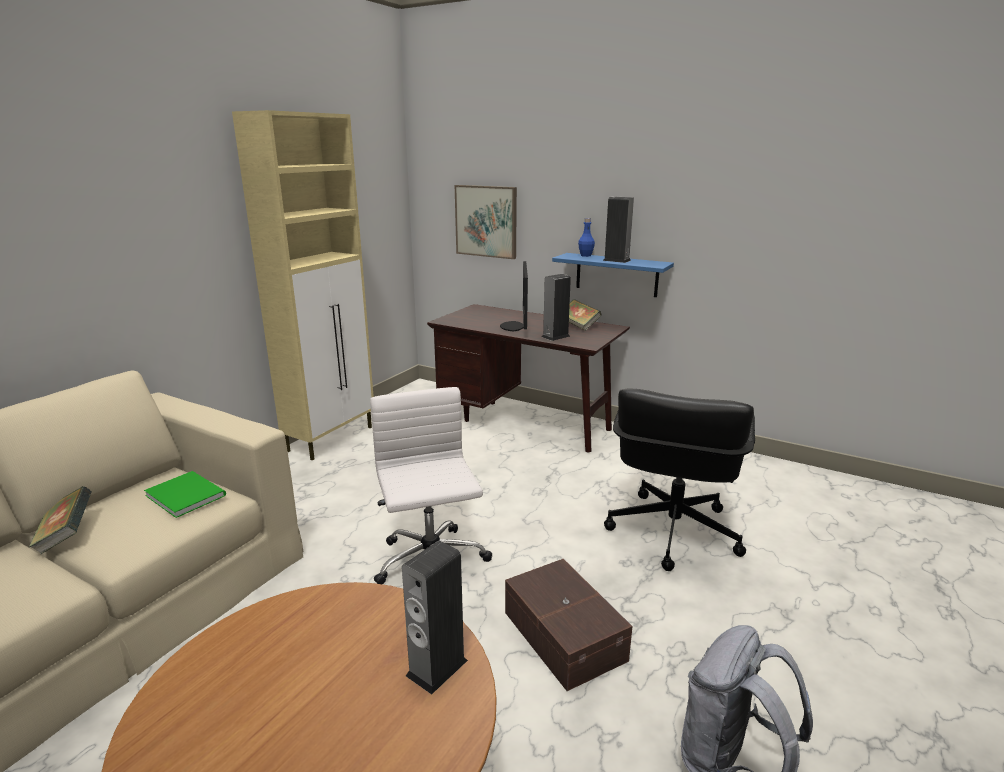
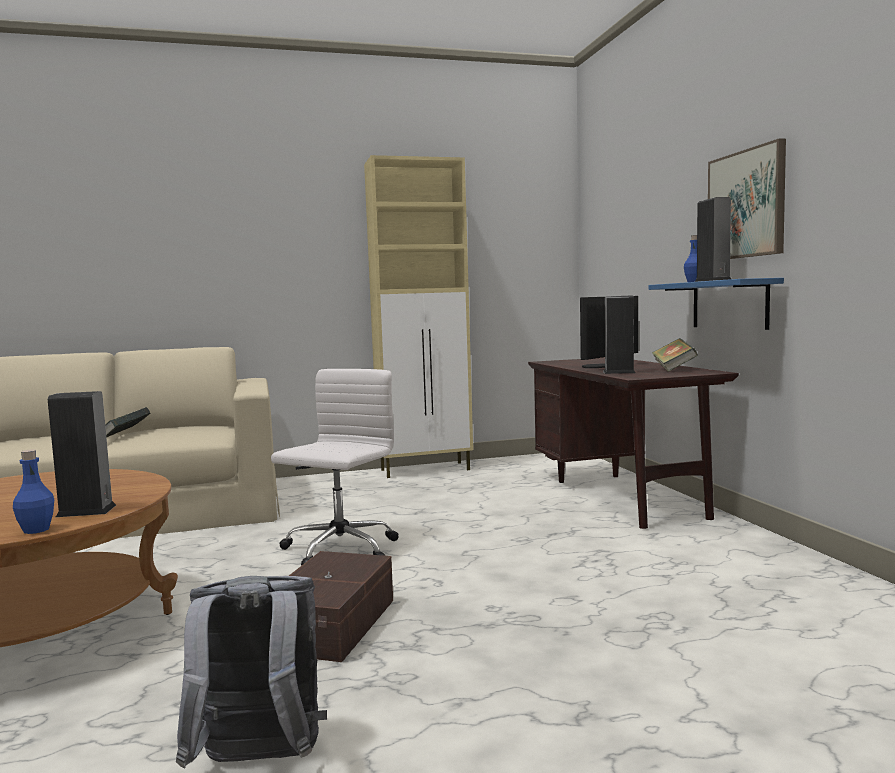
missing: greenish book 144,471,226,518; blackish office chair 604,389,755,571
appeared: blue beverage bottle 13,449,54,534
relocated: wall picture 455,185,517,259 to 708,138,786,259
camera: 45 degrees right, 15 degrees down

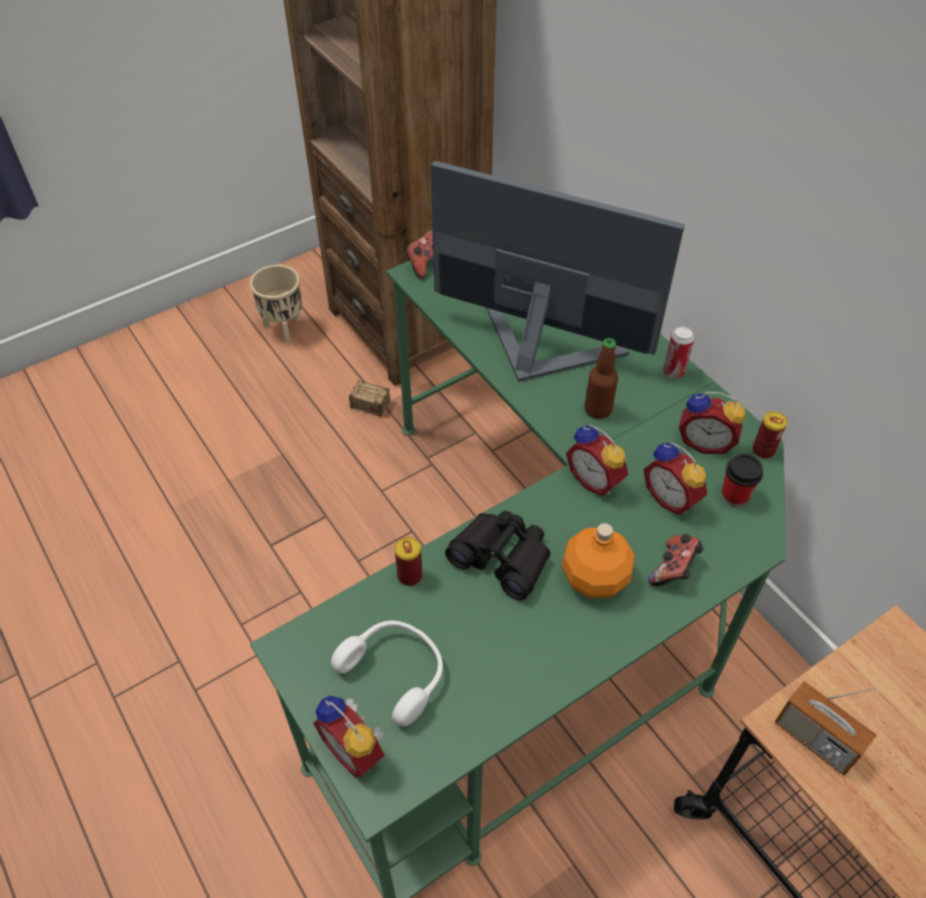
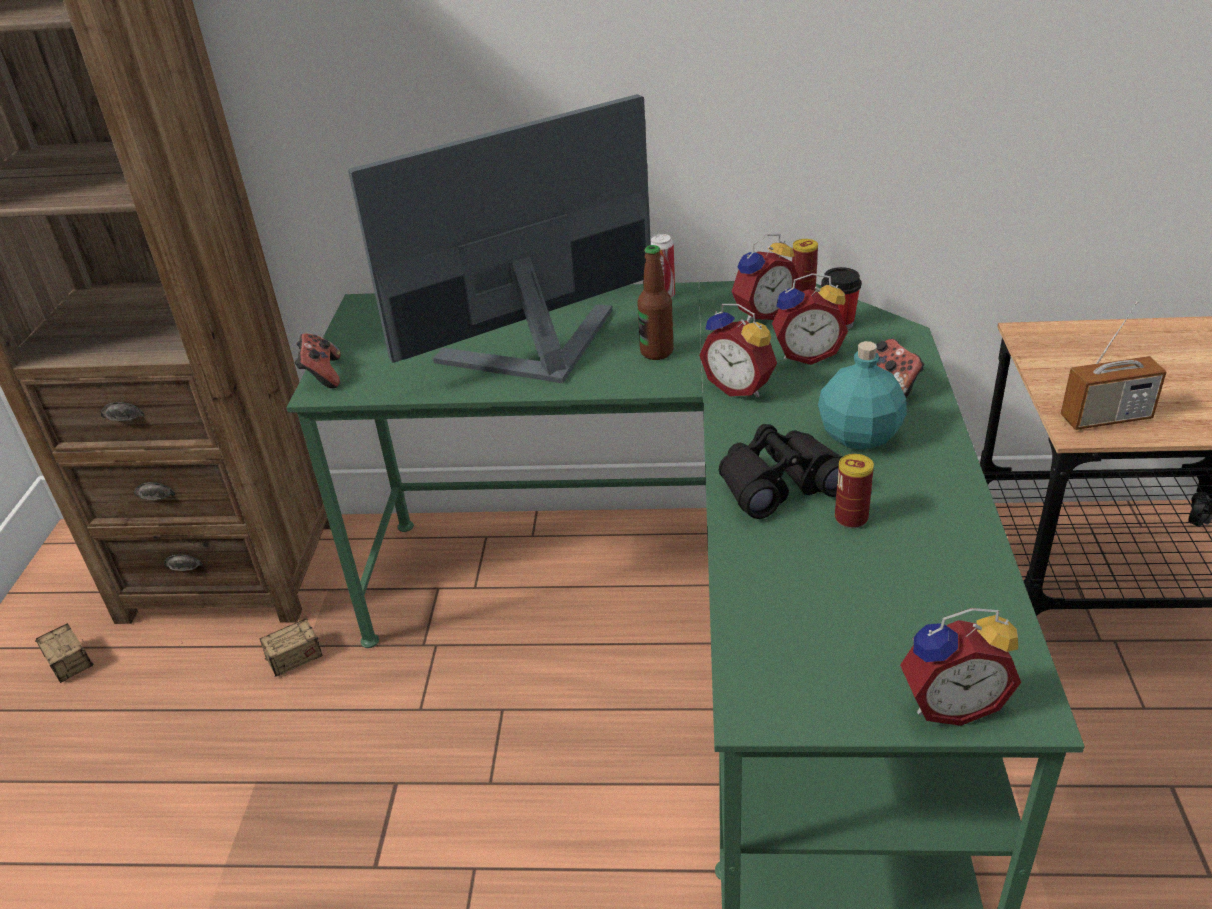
missing: whitish headset 331,621,443,727
relocated: metal can 395,537,422,586 to 835,454,874,528
exchanged: beige-coloured flower pot 250,265,302,343 to storage box 35,623,94,683
colour: orange-coloured beverage bottle 562,523,635,598 to blue-green beverage bottle 818,341,907,450
spun: table clock 566,424,628,496 = 699,304,777,397 45 degrees clockwise
camera: 50 degrees left, 15 degrees down

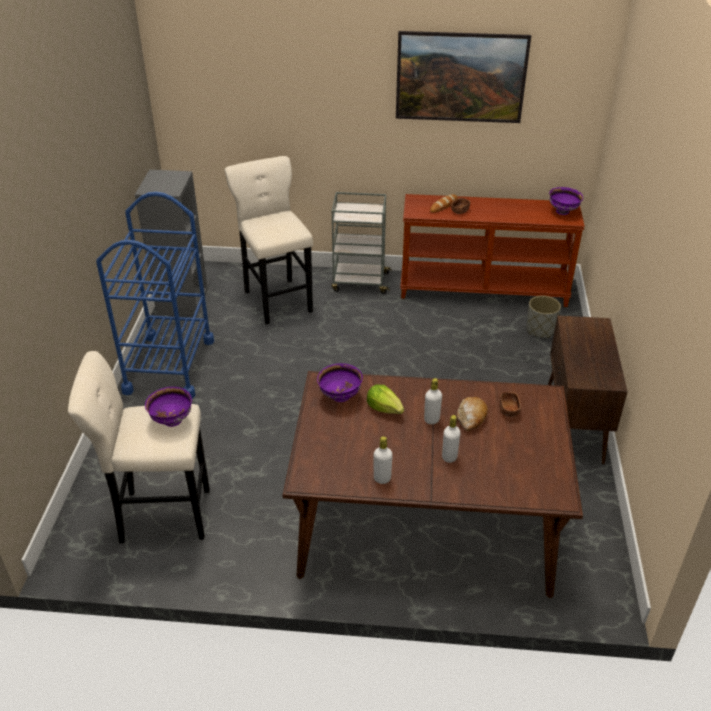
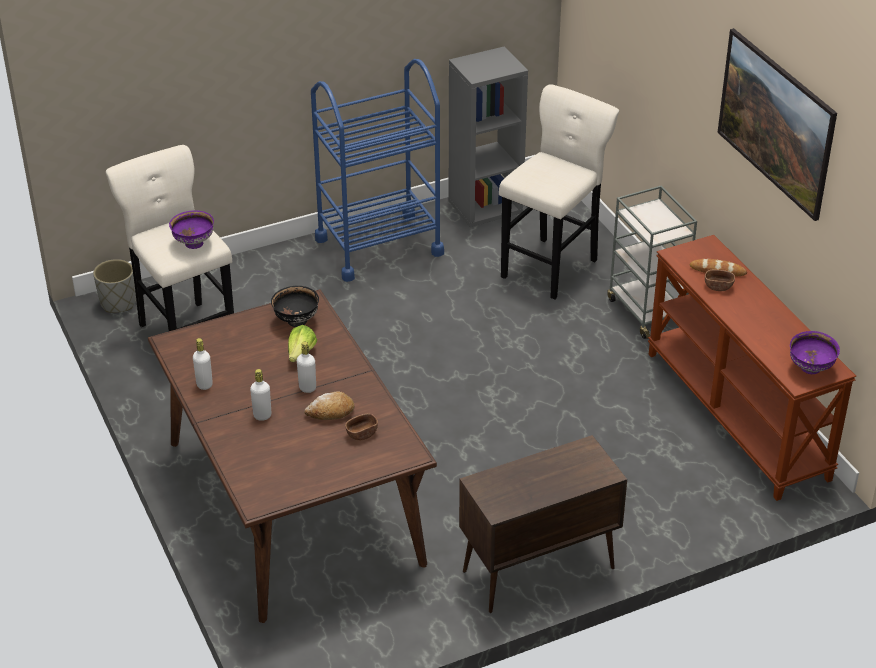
relocated: gray flower pot 527,296,561,338 to 93,259,136,313
colour: purple deep dish 317,363,363,402 to blackish deep dish 271,286,319,327
camera: 60 degrees right, 0 degrees up

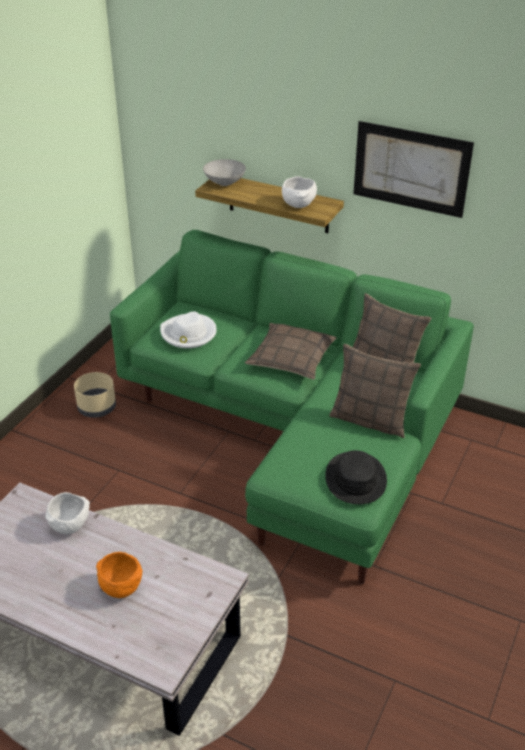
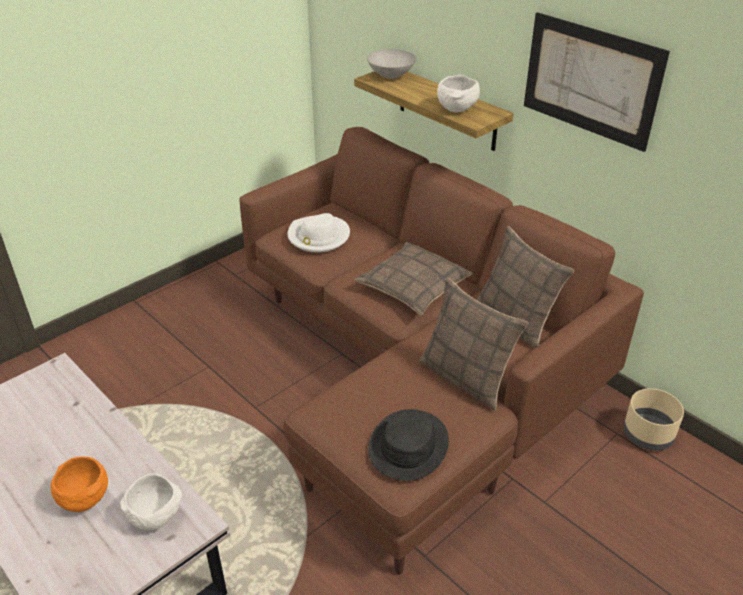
relocated: whitish deep dish 45,492,90,534 to 120,474,182,530; beige-coloured flower pot 74,372,116,418 to 624,388,684,450
colour: greenish settee 110,230,474,584 to brown-coloured settee 239,127,644,575
camera: 20 degrees right, 0 degrees up

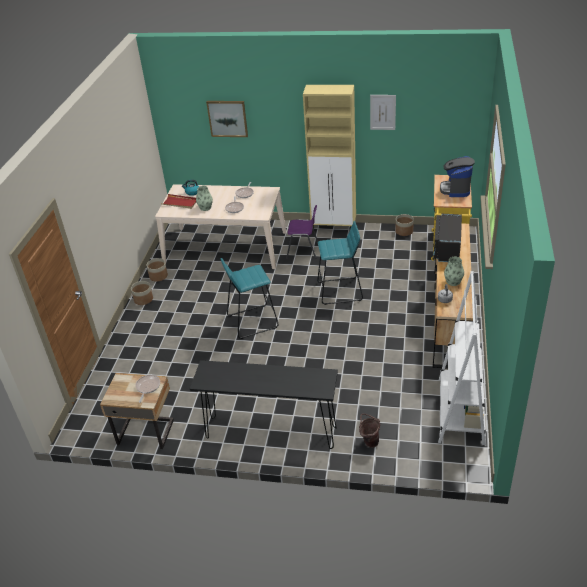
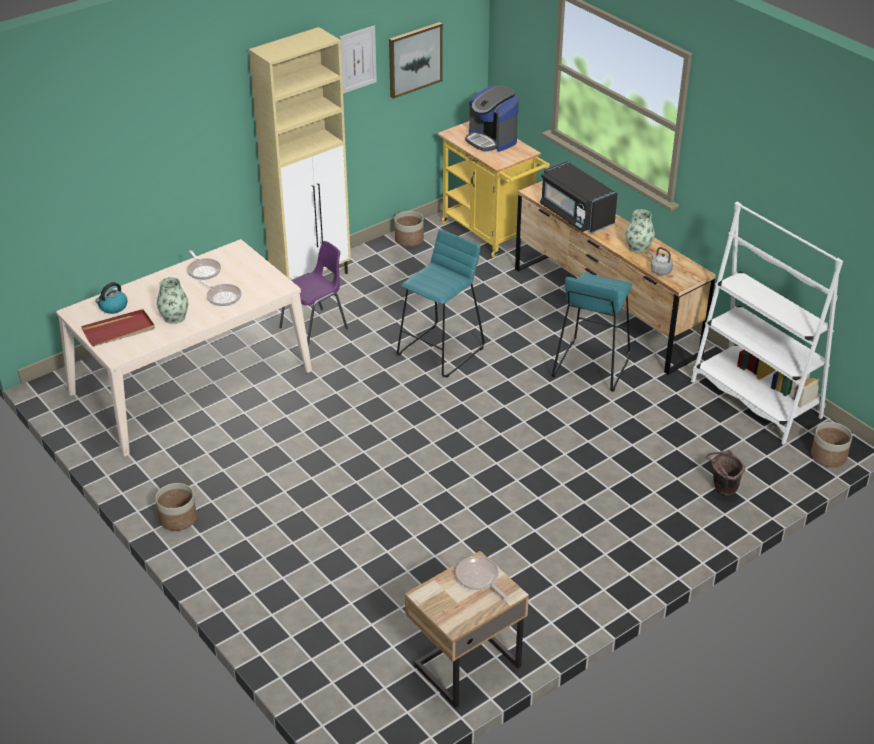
missing: blackish console table 190,360,338,449
relocated: flower pot 146,258,168,281 to 811,422,852,467; wall picture 206,101,248,137 to 389,22,443,99; blue-green stool seat 221,258,279,339 to 552,272,632,392
camera: 50 degrees left, 0 degrees up

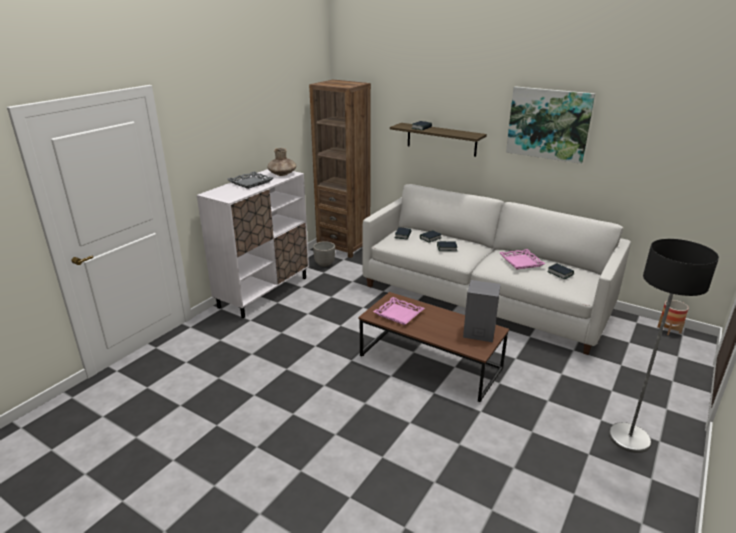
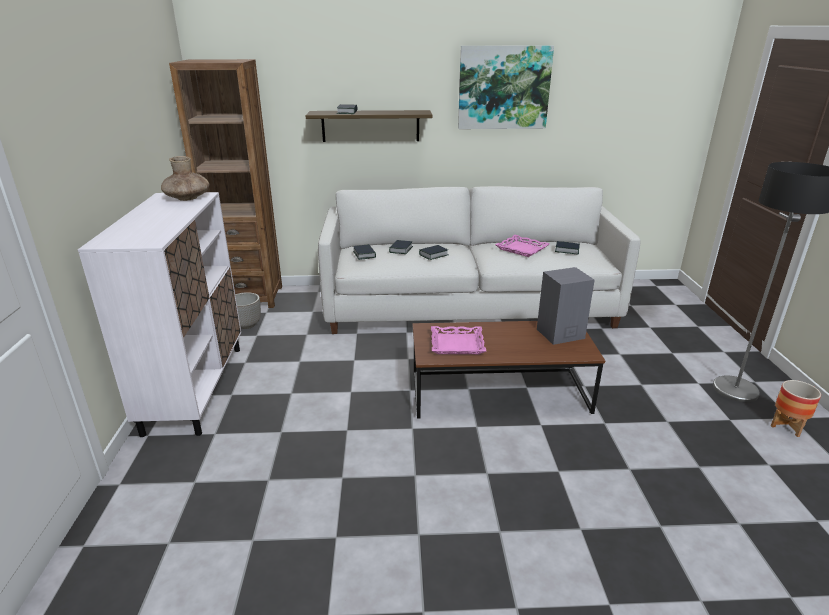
missing: gray carrying tray 227,171,273,189
relocated: flower pot 658,300,689,335 to 771,380,821,437
camera: 35 degrees left, 0 degrees up

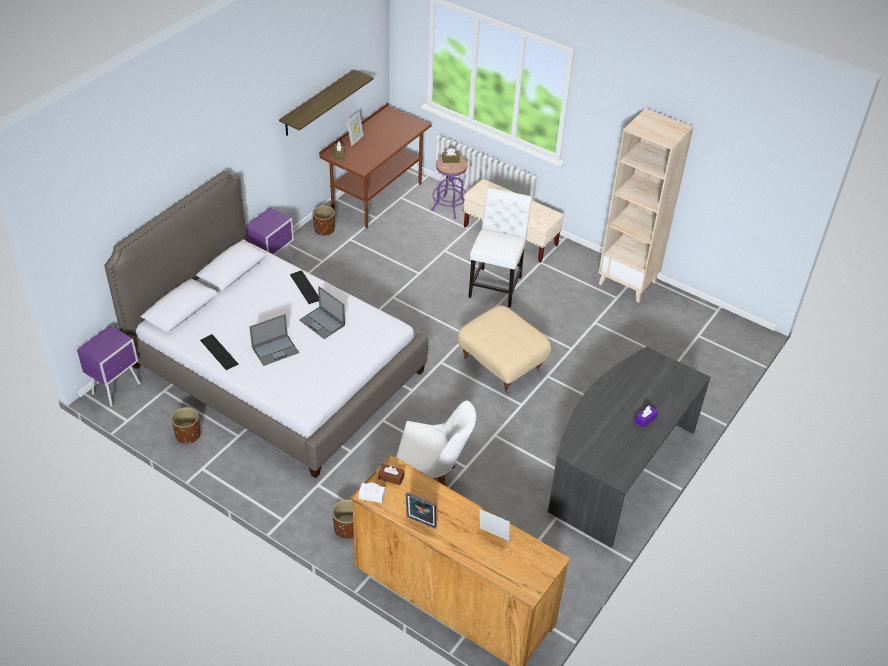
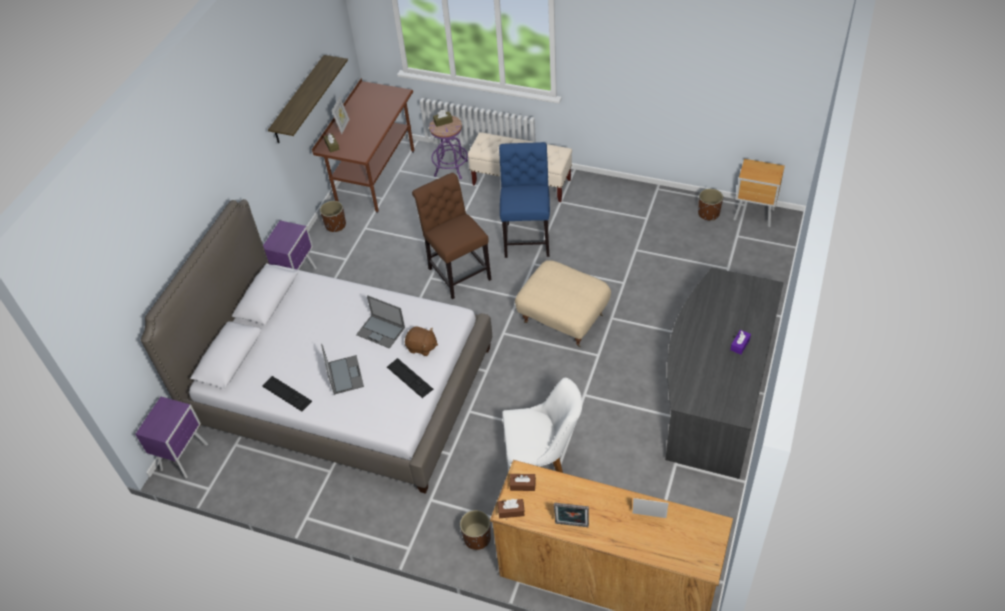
missing: beige-coloured bookcase 598,108,694,303
appeared: brown-coloured plush toy 405,326,438,356; brown-coloured plain chair 412,173,491,299; brown-coloured bedside table 733,159,785,227
relocated: brown-coloured flower pot 171,407,201,444 to 698,188,723,221; keyboard 290,270,319,304 to 387,358,433,398
colour: whitish box of tissues 359,483,385,503 to brown-coloured box of tissues 498,499,525,518; whitish plain chair 468,188,532,307 to blue plain chair 499,142,550,258
spun: notebook computer 249,314,299,366 = 321,344,364,395 60 degrees counterclockwise
camera: 10 degrees left, 5 degrees up

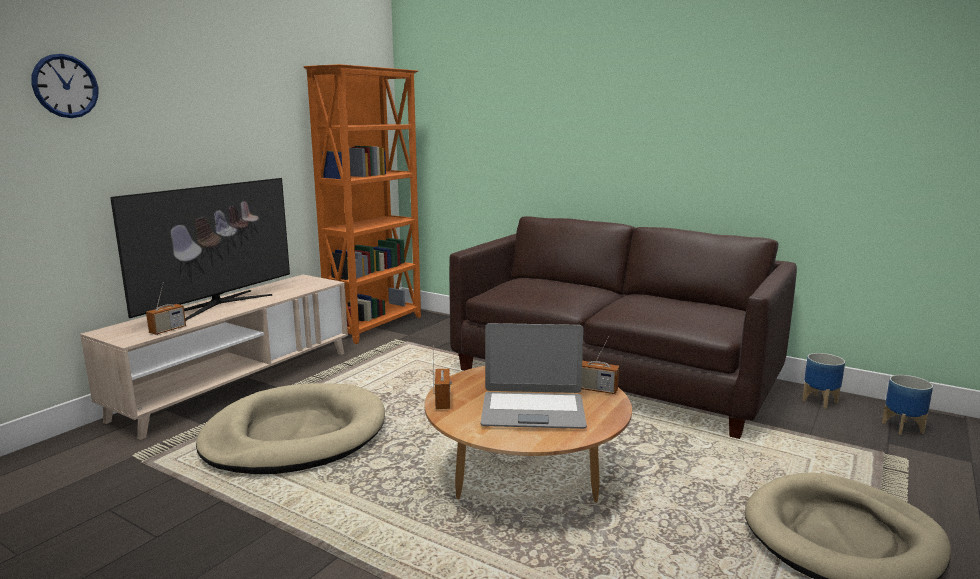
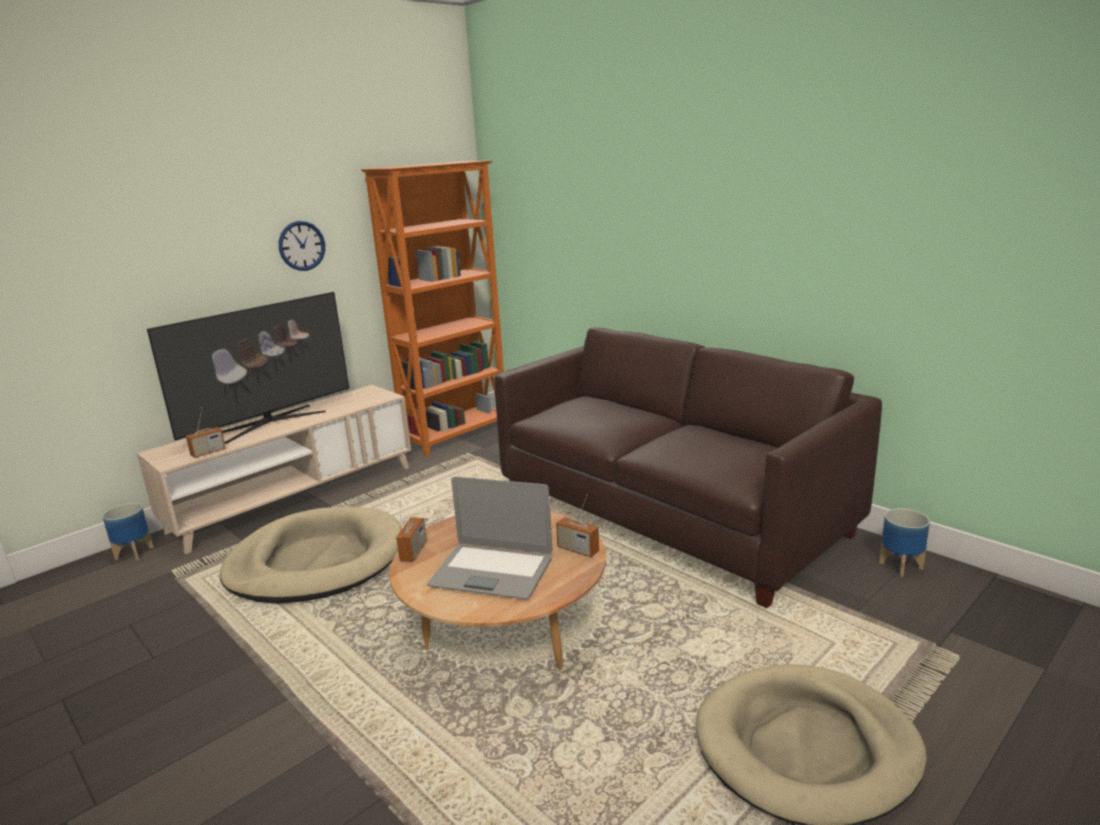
relocated: clock on the wall 32,54,98,118 to 279,221,325,271; flower pot 882,375,933,435 to 102,503,154,561
camera: 15 degrees right, 5 degrees up

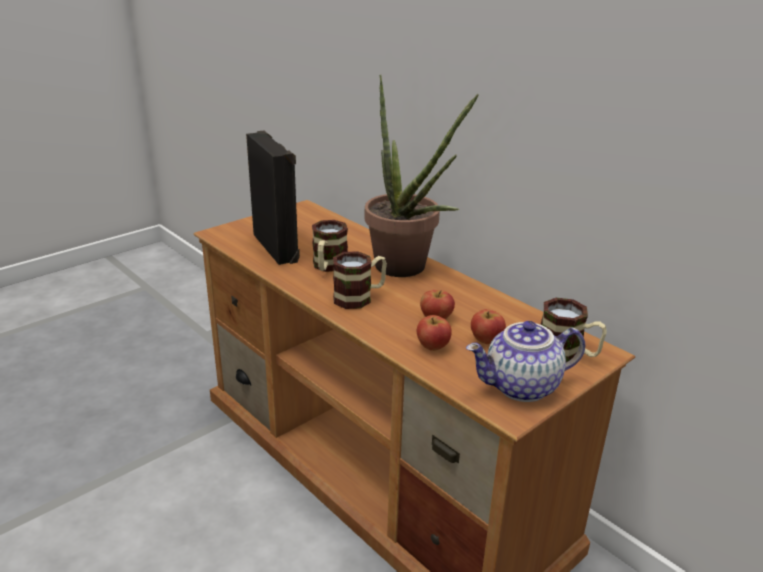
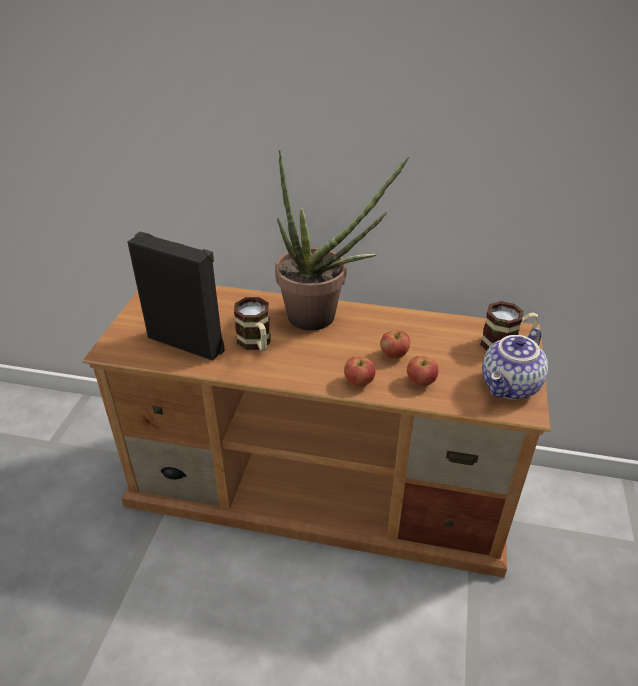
missing: coffee mug 333,251,387,309
relocated: whole apple 471,309,506,344 to 344,356,376,387
camera: 35 degrees left, 10 degrees up

